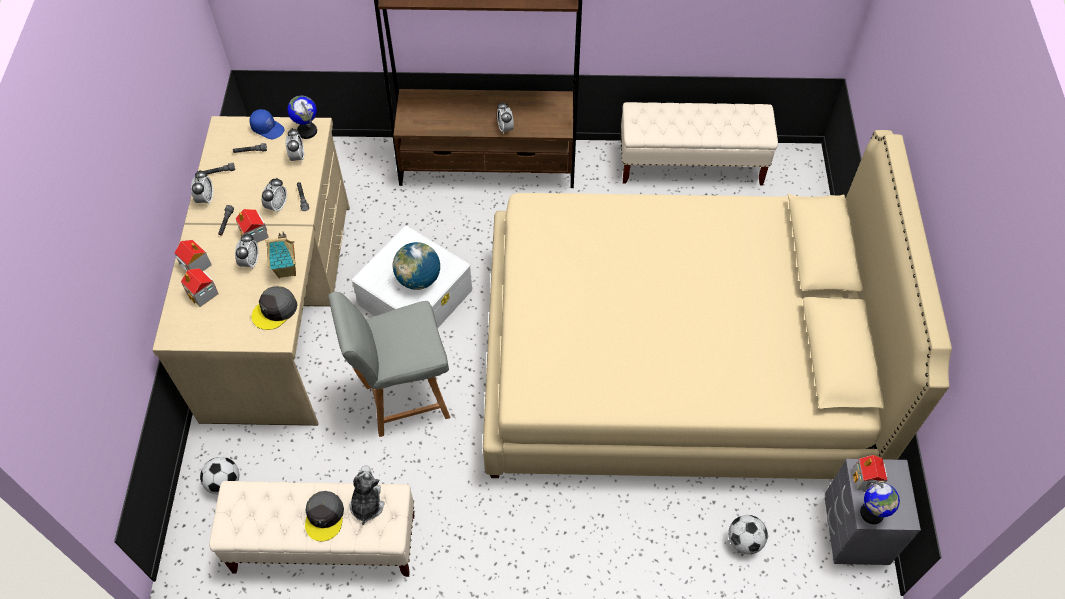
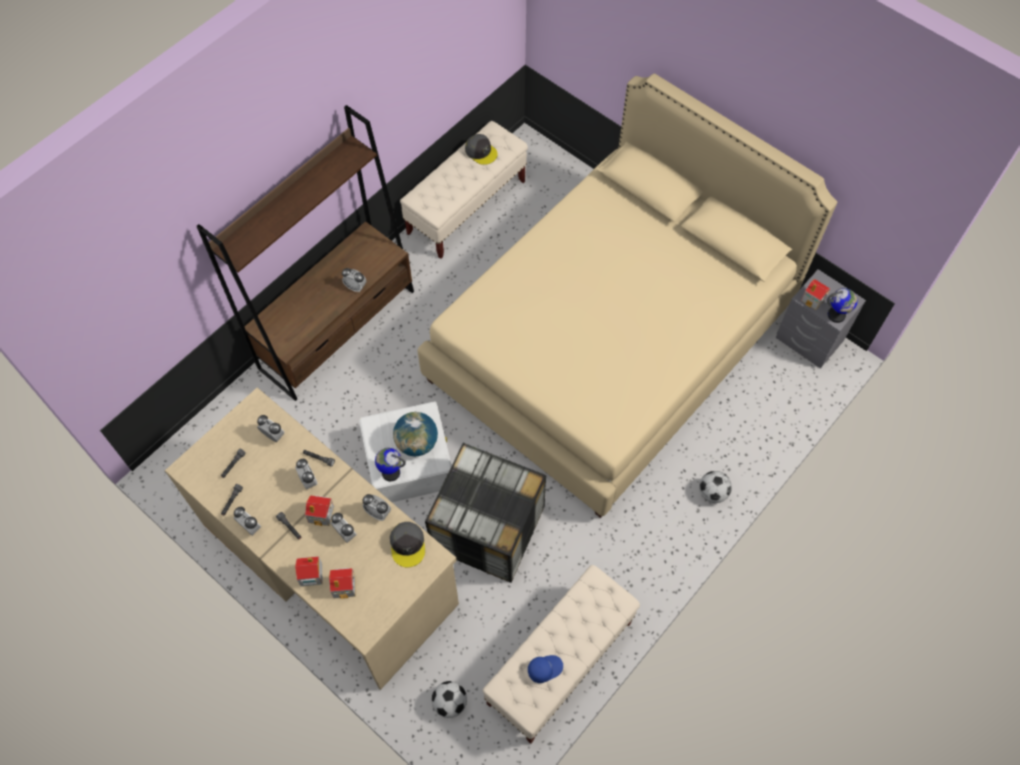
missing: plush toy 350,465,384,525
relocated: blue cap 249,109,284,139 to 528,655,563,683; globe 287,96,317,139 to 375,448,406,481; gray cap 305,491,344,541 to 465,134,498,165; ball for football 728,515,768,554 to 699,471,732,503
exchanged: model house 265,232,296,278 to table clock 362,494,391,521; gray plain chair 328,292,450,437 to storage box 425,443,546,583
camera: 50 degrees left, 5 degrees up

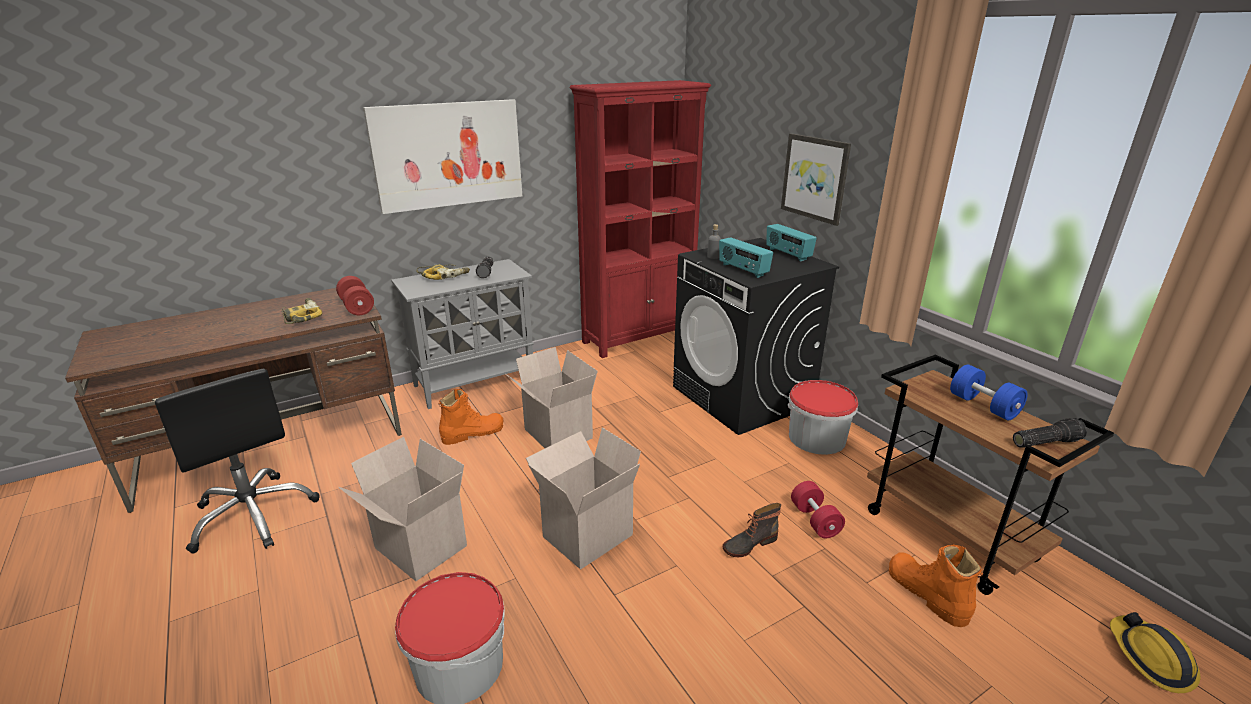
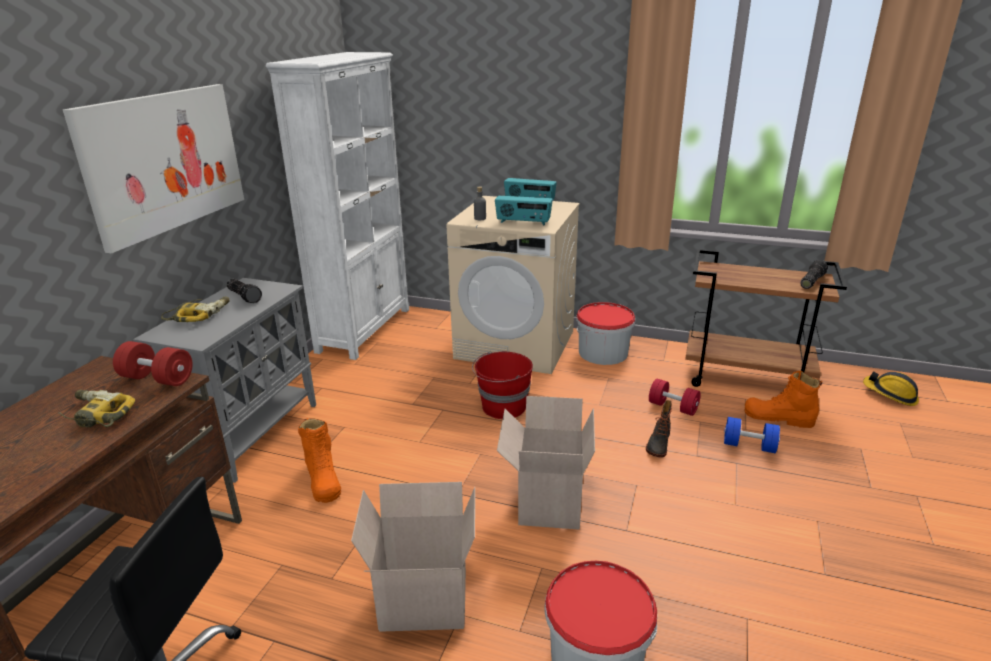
missing: cardboard box 506,347,598,448; wall picture 781,133,851,226
appeared: red pail 472,352,533,419
relocated: blue hand weight 950,365,1028,420 to 724,417,780,453
colour: red bookcase 570,80,711,358 to whitish bookcase 266,52,409,360; blackish washing machine 673,238,839,435 to beige-coloured washing machine 446,196,580,374
spun: orange-coloured tall boot 438,389,503,445 = 298,418,341,503 135 degrees clockwise
camera: 40 degrees left, 0 degrees up

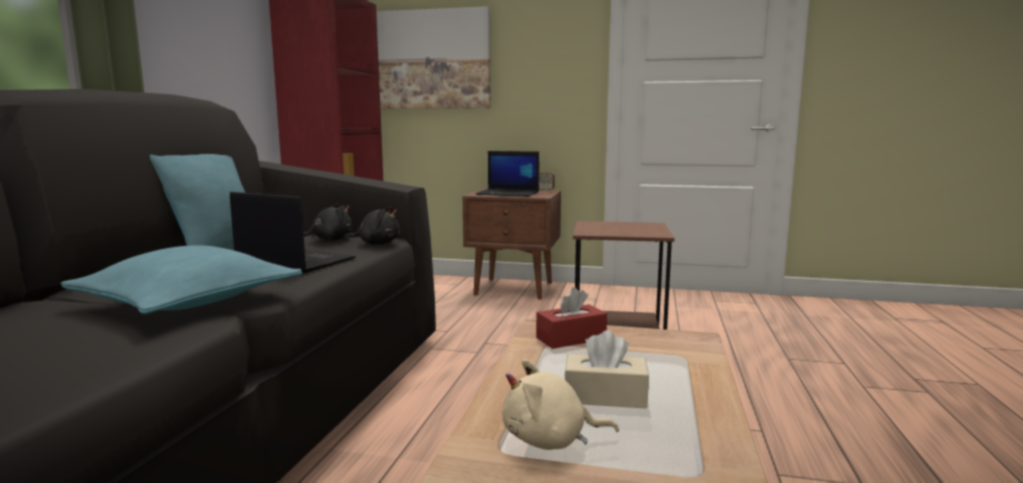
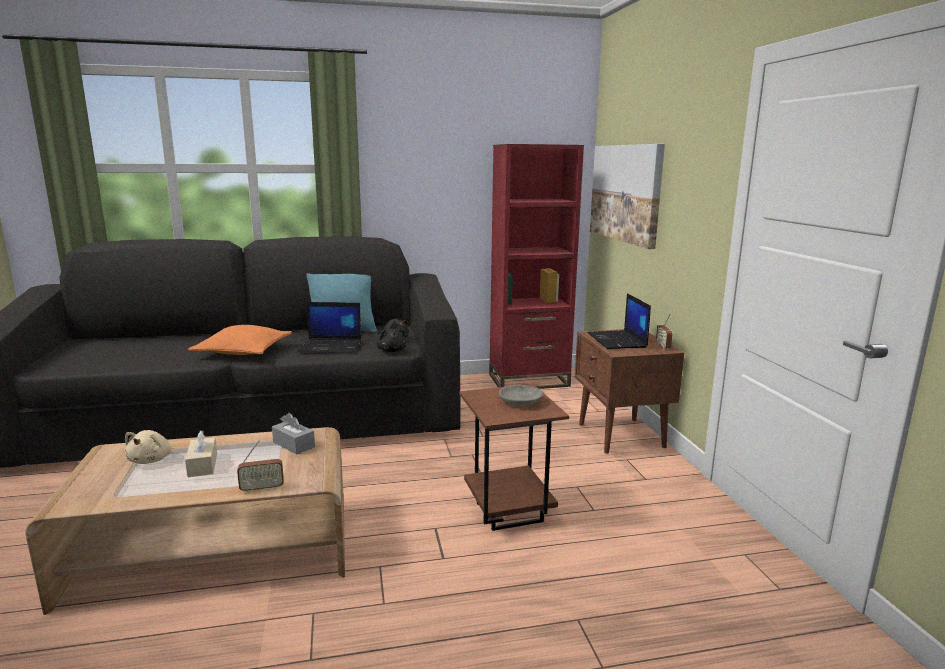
appeared: radio set 237,440,284,493; gray deep dish 499,385,543,406
colour: blue-green throw pillow 61,245,302,314 to orange-coloured throw pillow 188,325,292,355; red box of tissues 536,287,607,349 to gray box of tissues 272,413,315,454
spun: notebook computer 230,192,356,273 = 297,302,362,353 90 degrees clockwise; beige-coloured plush toy 503,359,619,450 = 125,430,171,464 150 degrees counterclockwise
camera: 65 degrees right, 5 degrees up

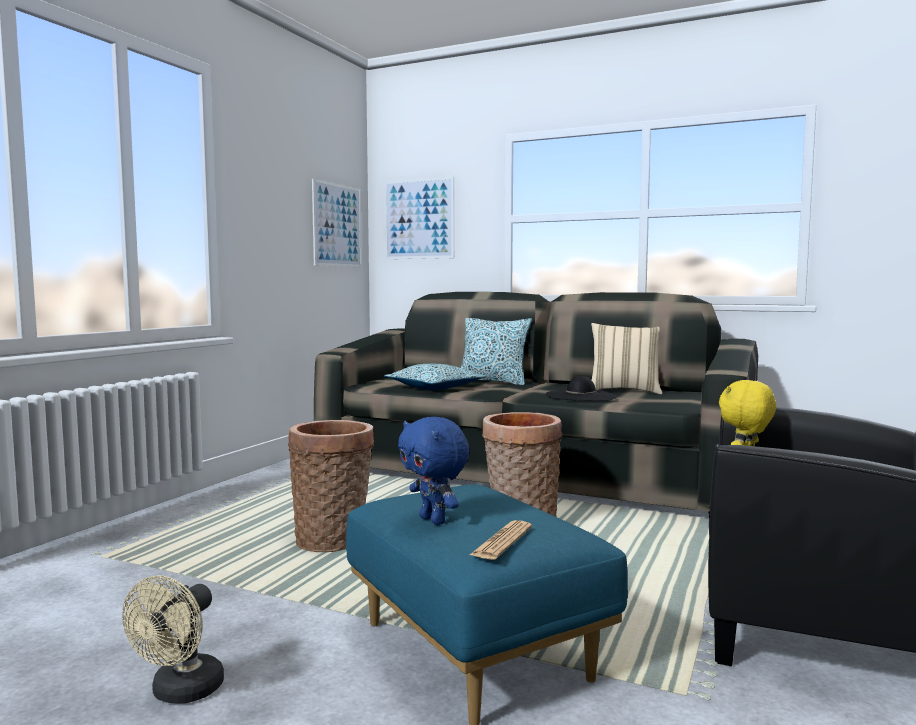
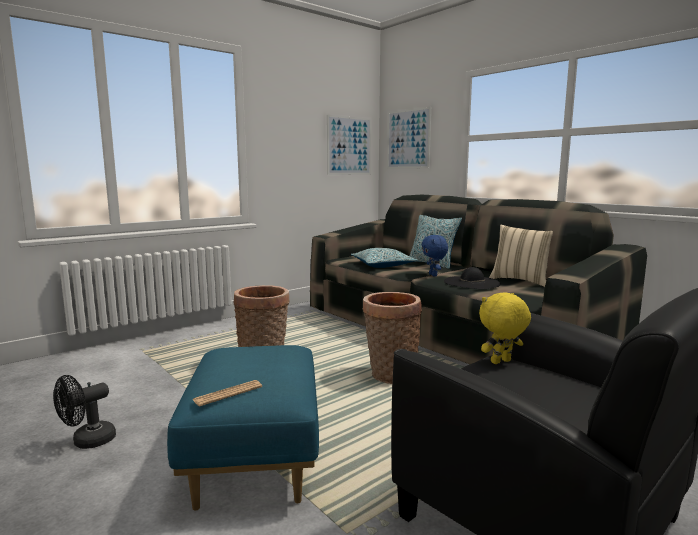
relocated: blue plush toy 398,417,469,525 to 422,235,448,277
colour: beige-coloured fan 122,575,224,704 to blackish fan 53,375,116,449
camera: 25 degrees right, 5 degrees up

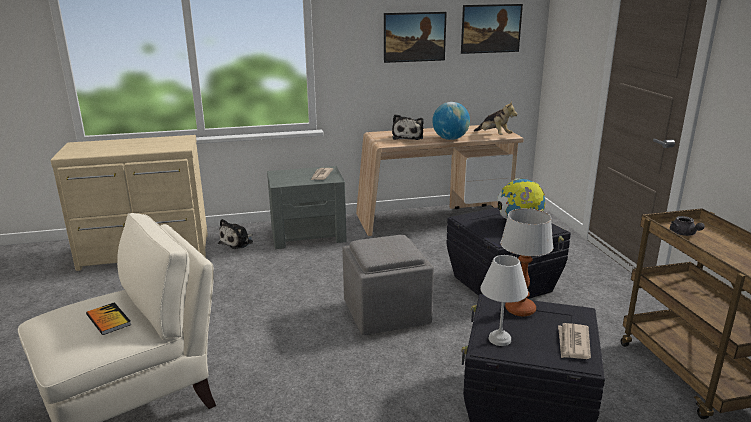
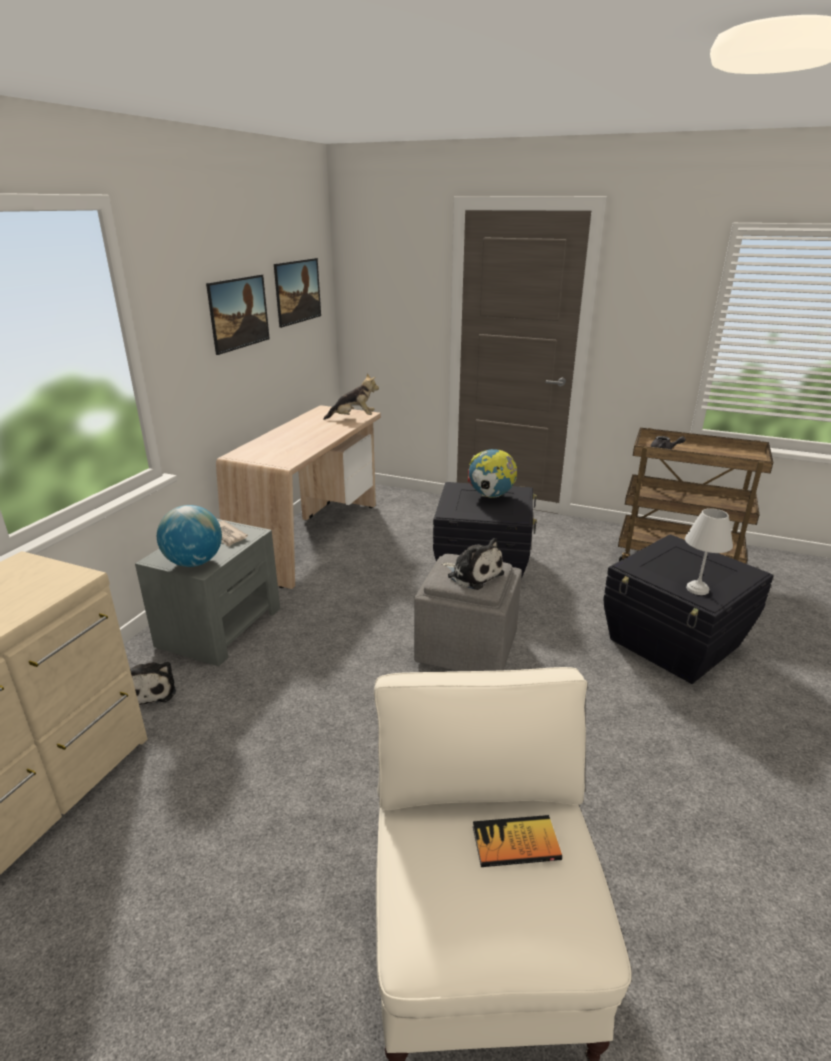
missing: tabletop lamp 501,208,553,317; daily paper 558,323,591,359
relocated: plush toy 392,114,424,140 to 442,538,504,590; globe 432,102,470,140 to 157,505,222,567
camera: 55 degrees left, 5 degrees up

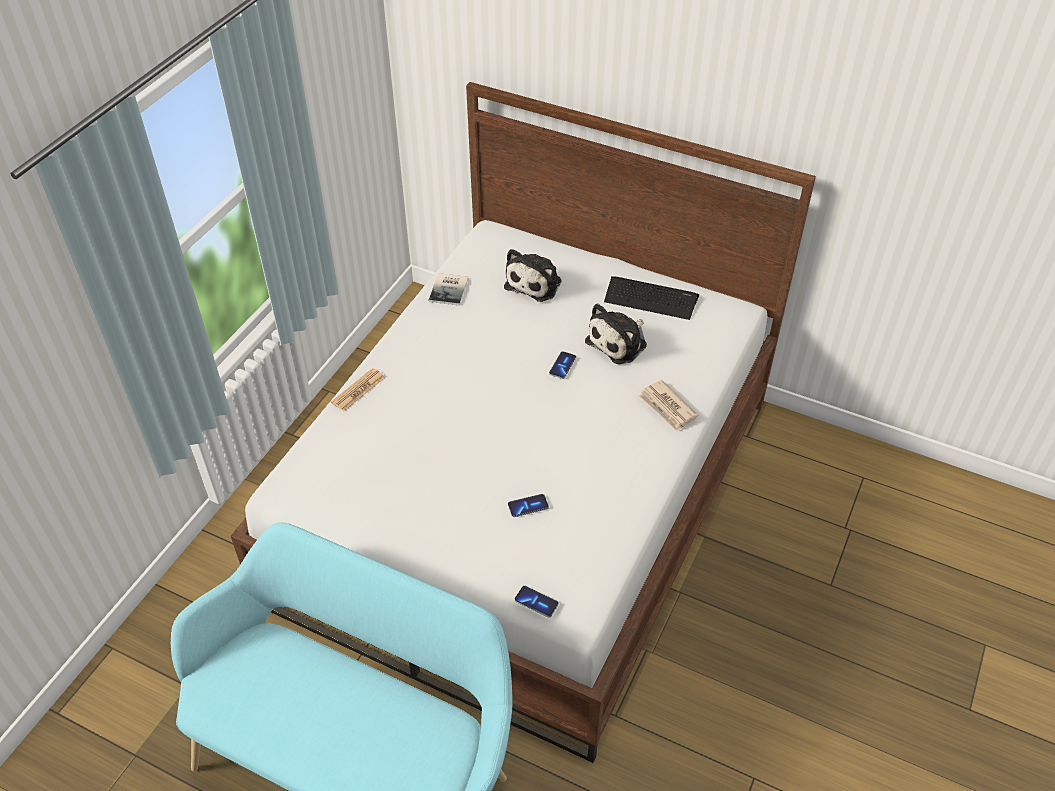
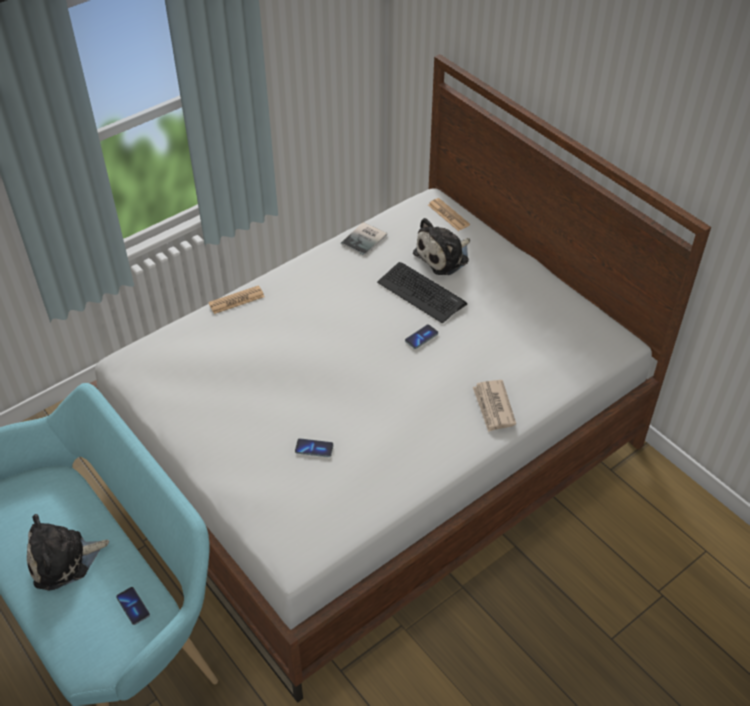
appeared: daily paper 428,198,470,231
relocated: handset 515,586,559,618 to 116,587,150,625; plush toy 585,303,647,364 to 27,514,109,591; keyboard 604,276,699,320 to 377,262,467,323
camera: 25 degrees right, 0 degrees up

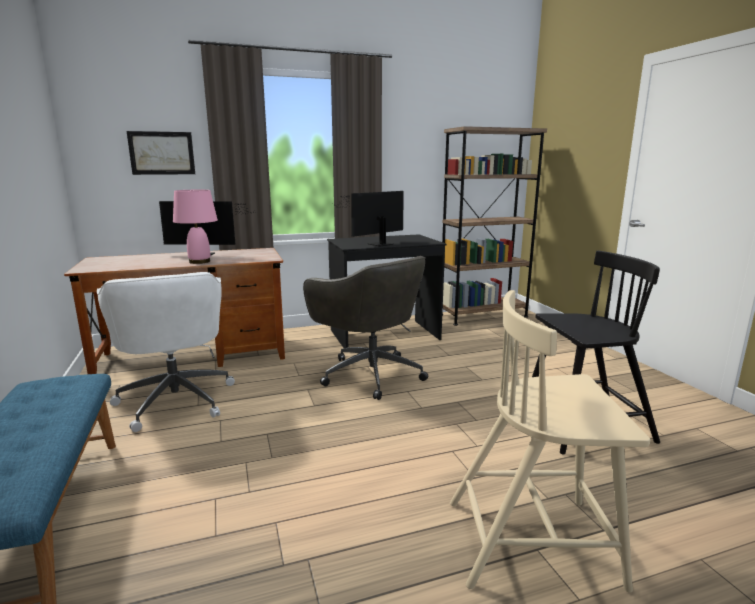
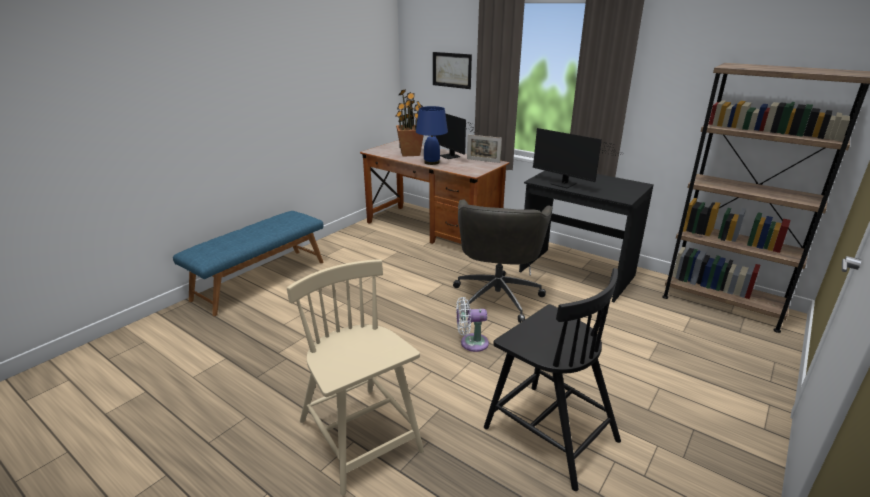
missing: whitish office chair 97,272,235,432
appeared: plant in a pot 396,89,424,157; whitish fan 456,297,489,352; picture frame 467,135,502,163
colour: pink tabletop lamp 173,190,218,264 to blue tabletop lamp 416,106,448,165
spun: computer display 332,191,404,247 = 533,128,624,188 150 degrees counterclockwise
camera: 55 degrees right, 10 degrees up

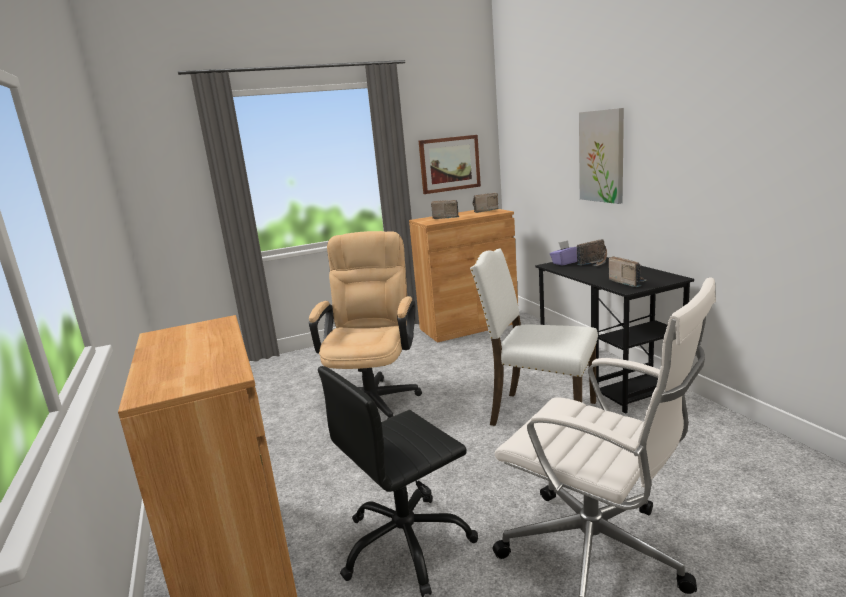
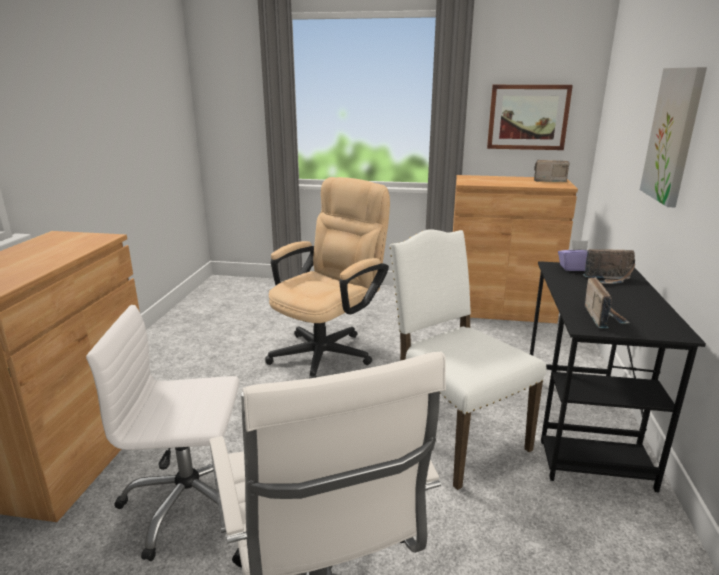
missing: radio set 431,200,459,219
colour: blackish office chair 318,366,478,597 to whitish office chair 86,305,239,561
camera: 30 degrees right, 5 degrees up

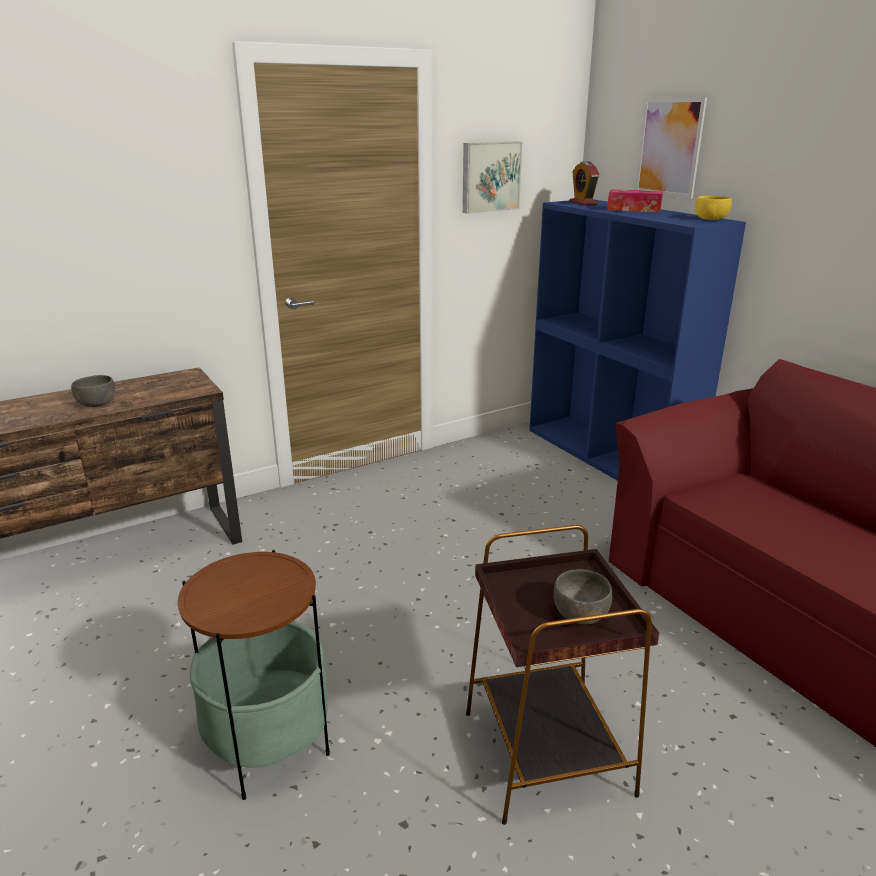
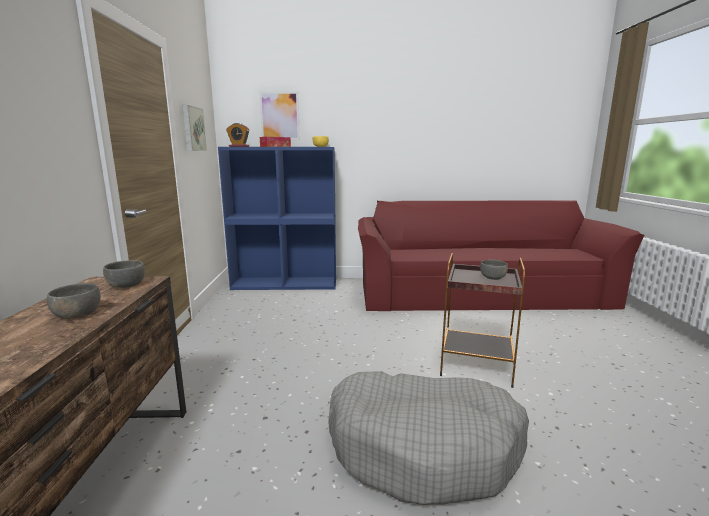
appeared: gray deep dish 103,260,145,288
exchanged: accent table 177,550,330,800 to gray dog cushion 328,371,529,505
camera: 60 degrees left, 10 degrees down

